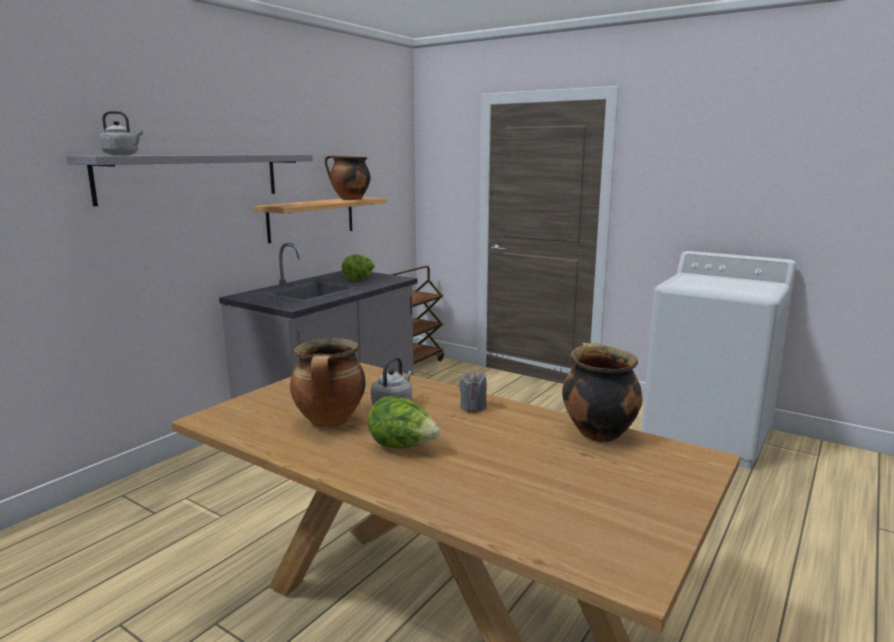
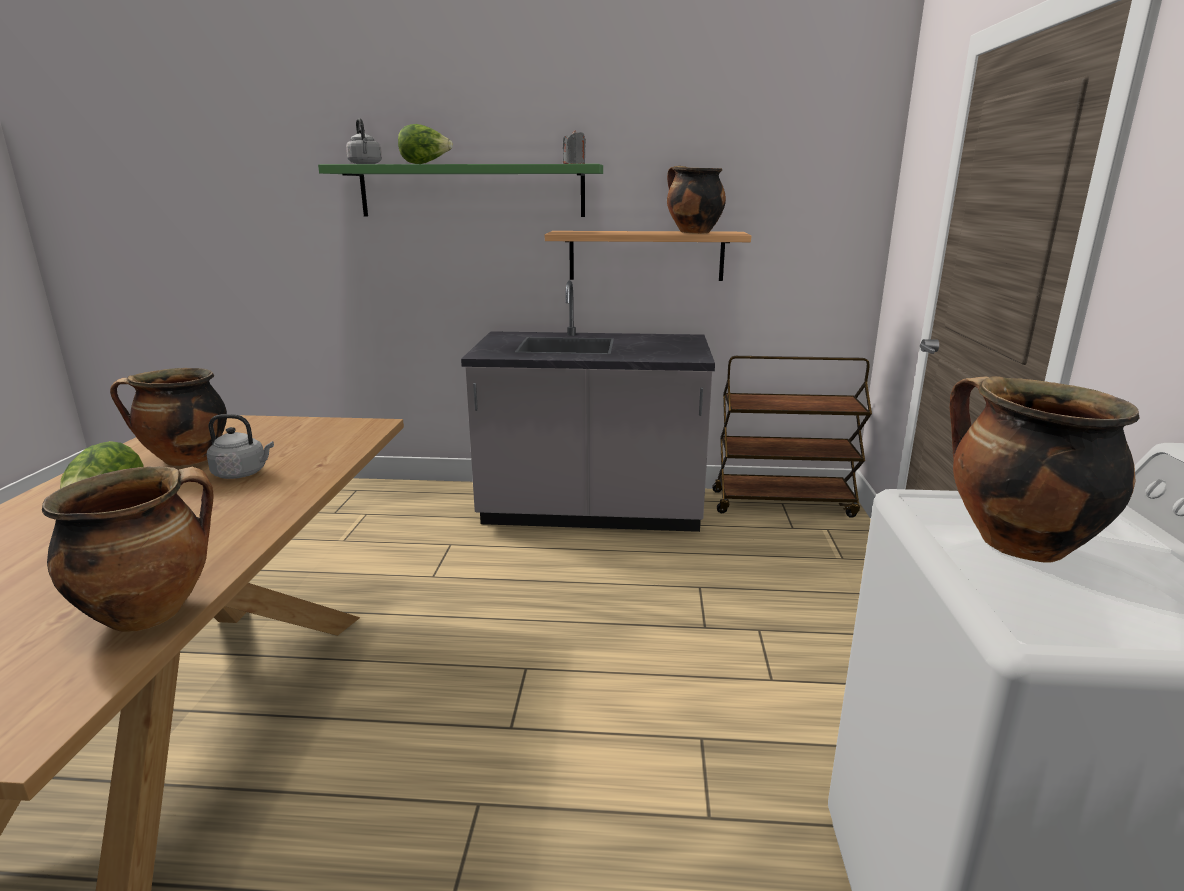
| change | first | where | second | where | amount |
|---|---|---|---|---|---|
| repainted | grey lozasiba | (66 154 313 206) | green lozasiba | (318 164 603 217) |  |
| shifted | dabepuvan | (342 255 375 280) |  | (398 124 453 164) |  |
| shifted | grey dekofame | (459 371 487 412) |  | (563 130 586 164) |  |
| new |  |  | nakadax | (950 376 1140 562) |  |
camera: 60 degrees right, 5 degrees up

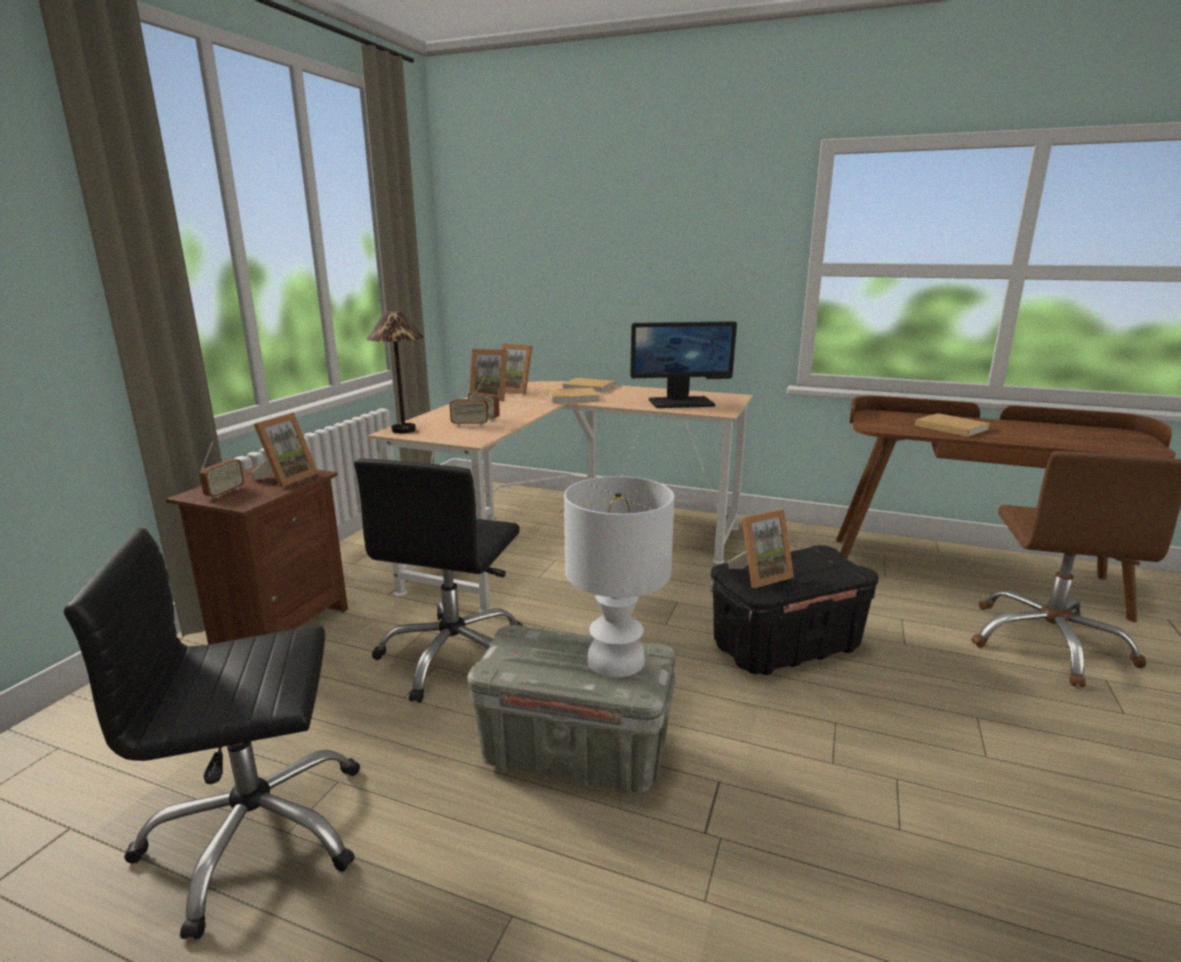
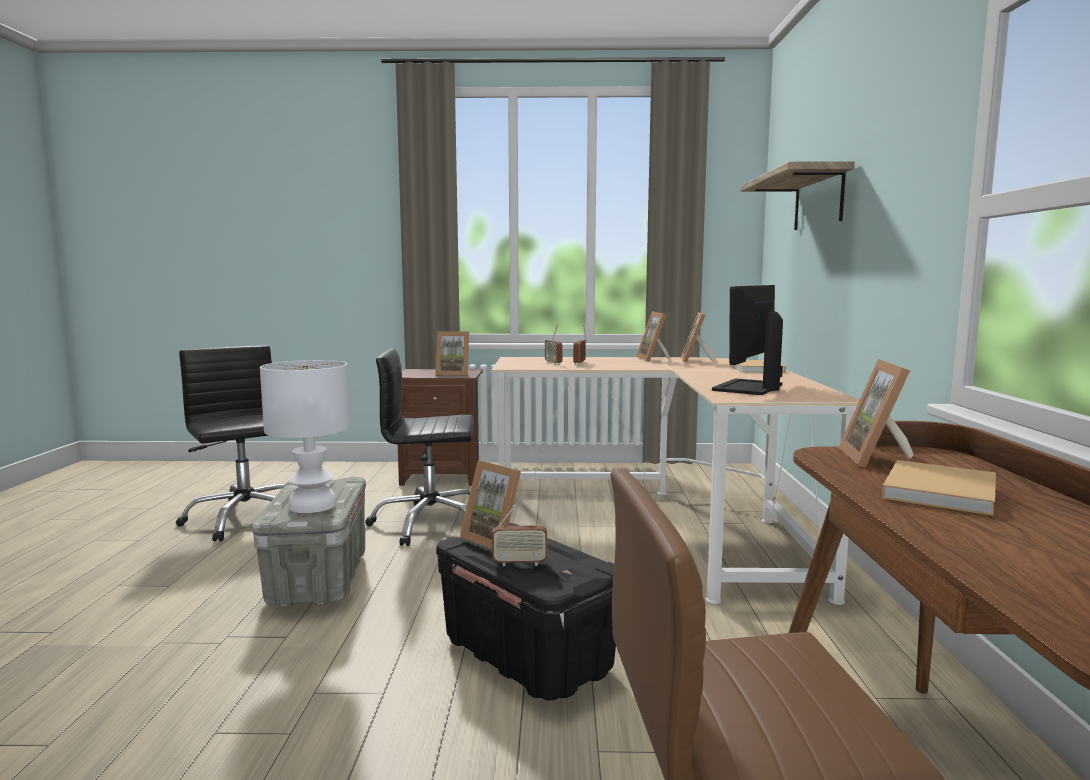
| change | first | where | second | where | amount |
|---|---|---|---|---|---|
| gone | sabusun | (367 311 423 433) |  |  |  |
| rotated | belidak | (630 321 737 408) |  | (712 285 783 395) | 60 degrees clockwise |
| gone | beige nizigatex | (548 388 600 403) |  |  |  |
| shifted | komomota | (199 442 244 498) |  | (492 498 547 567) |  |
| new |  |  | lozasiba | (740 161 855 230) |  |
| new |  |  | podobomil | (839 359 914 468) |  |
camera: 70 degrees right, 10 degrees down

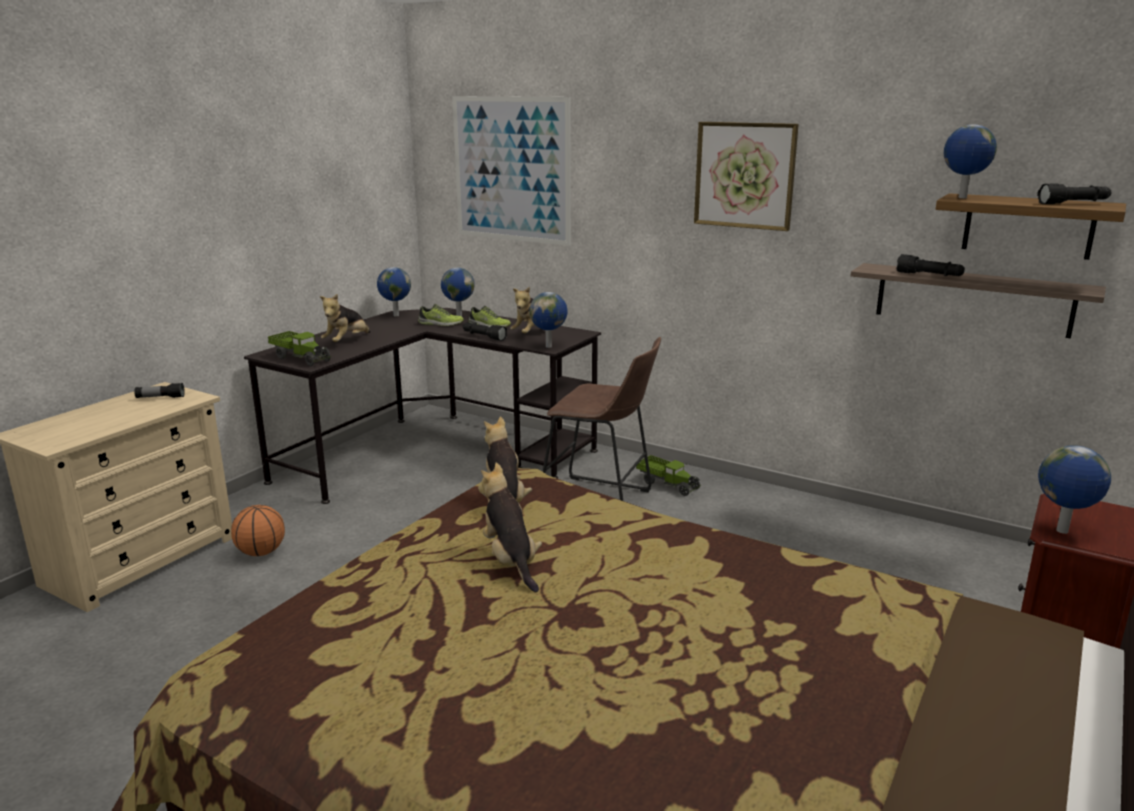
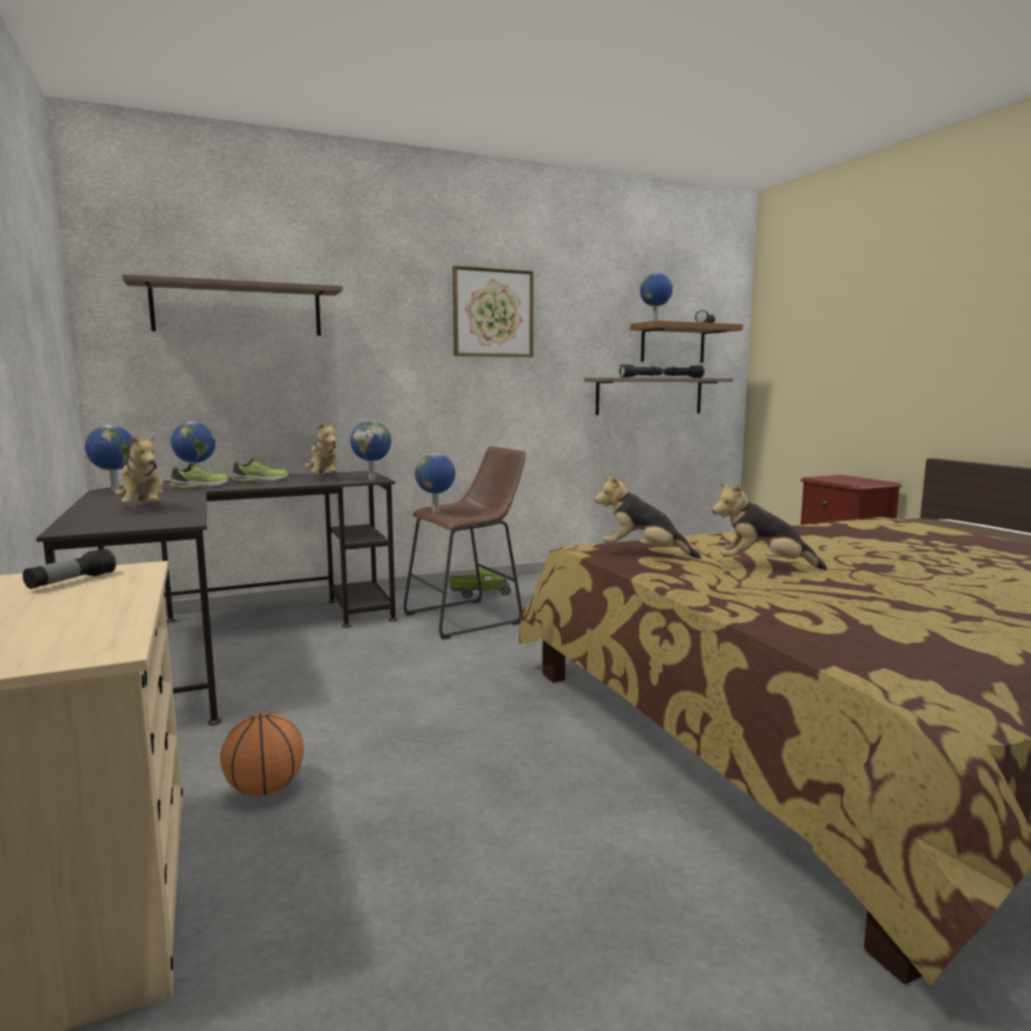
| change | first | where | second | where | amount |
|---|---|---|---|---|---|
| swapped | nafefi | (452 96 571 246) | lozasiba | (122 274 343 336) |  |
| shifted | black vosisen | (463 322 507 341) |  | (663 365 705 378) |  |
| gone | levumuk | (268 331 330 366) |  |  |  |
| shifted | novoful | (1038 446 1111 534) |  | (415 453 455 512) |  |
camera: 55 degrees left, 10 degrees down

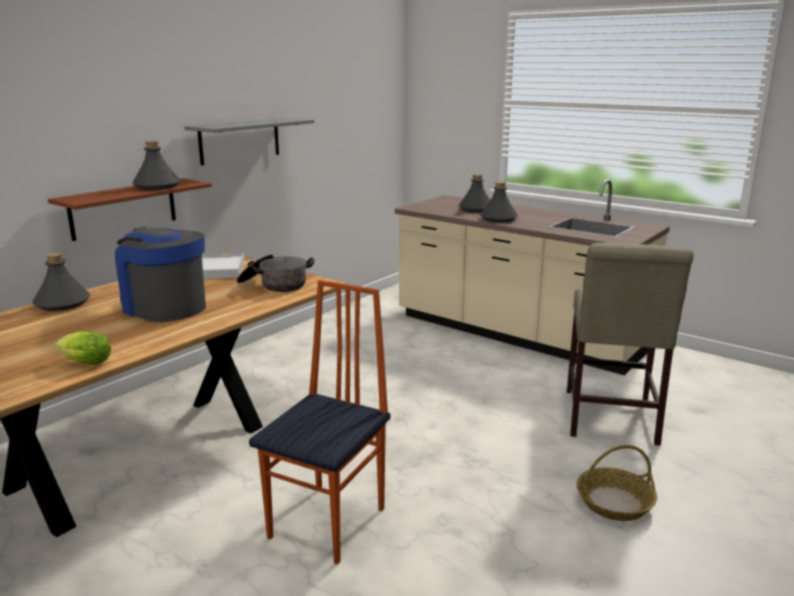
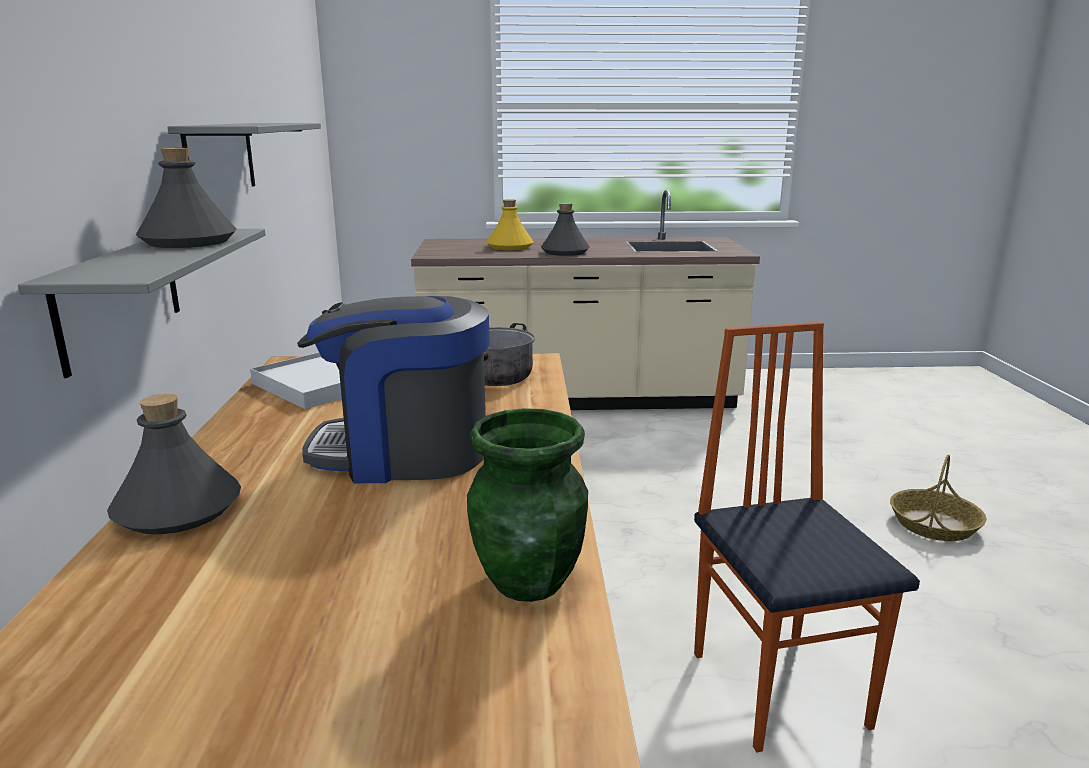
| change | first | where | second | where | amount |
|---|---|---|---|---|---|
| repainted | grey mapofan | (459 174 490 212) | yellow mapofan | (487 199 533 250) |  |
| repainted | brown lozasiba | (48 178 212 241) | grey lozasiba | (18 229 265 378) |  |
| gone | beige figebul | (567 243 694 446) |  |  |  |
| swapped | dabepuvan | (54 331 111 365) | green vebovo | (467 408 588 602) |  |
camera: 40 degrees left, 0 degrees up

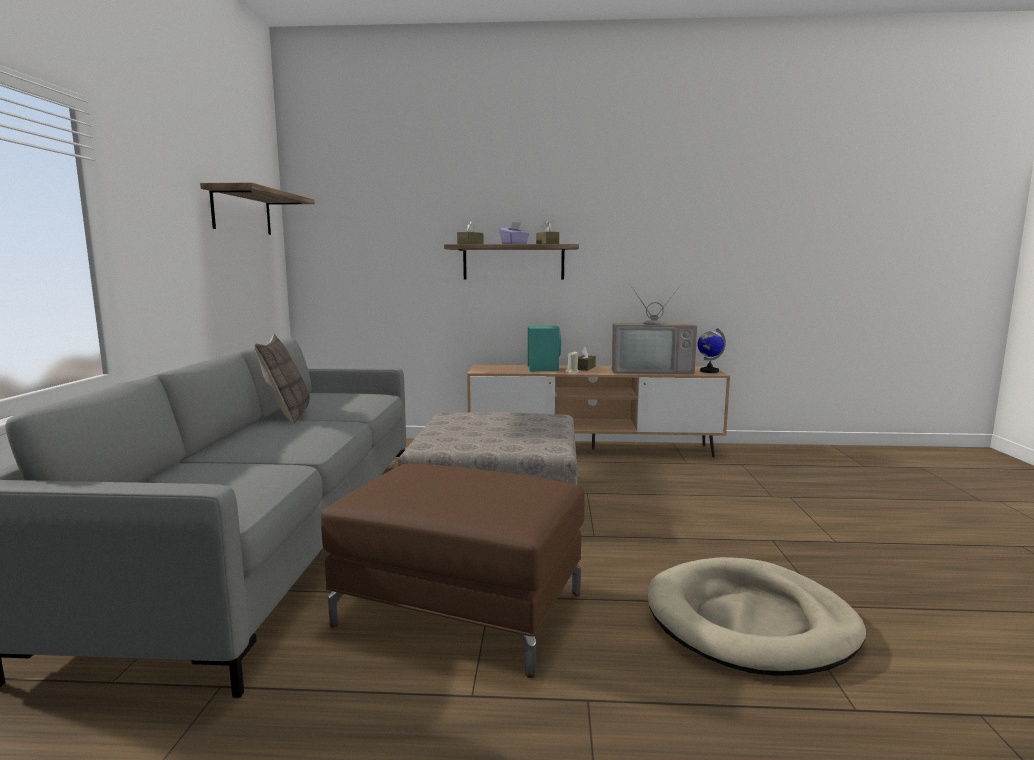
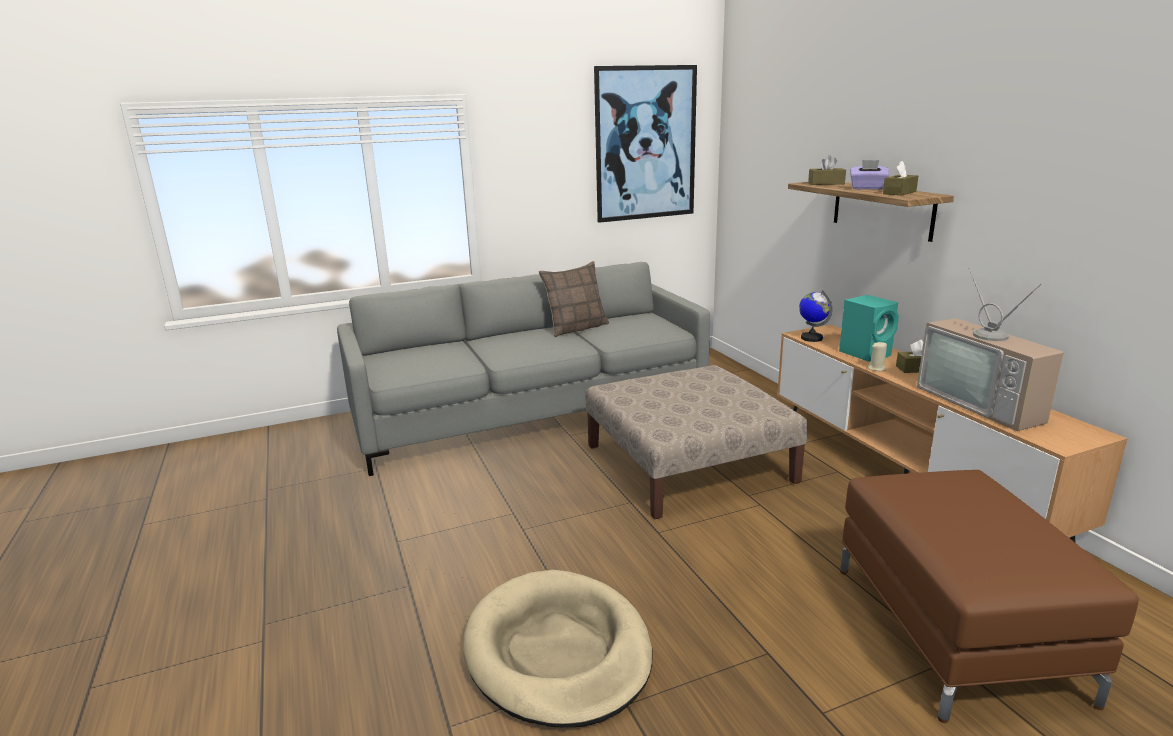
| change | first | where | second | where | amount |
|---|---|---|---|---|---|
| swapped | lozasiba | (200 183 315 235) | nafefi | (594 65 697 223) |  |
| shifted | novoful | (697 328 726 373) |  | (799 290 833 342) |  |
| shifted | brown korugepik | (321 464 585 678) |  | (840 470 1139 723) |  |
camera: 65 degrees right, 10 degrees up

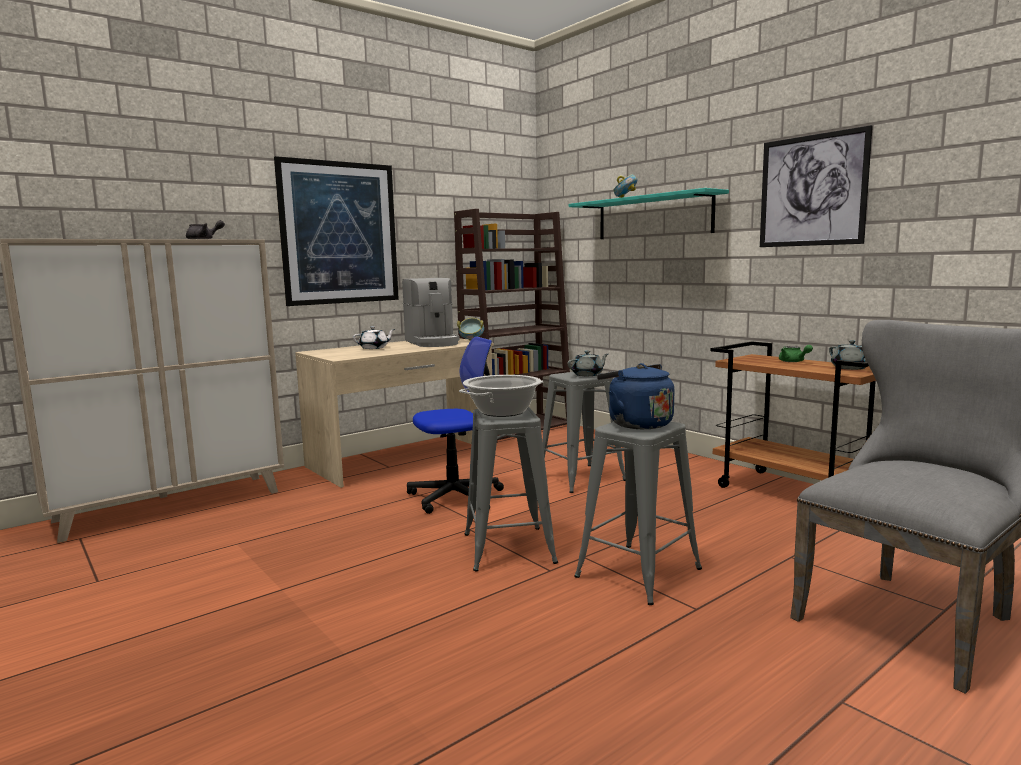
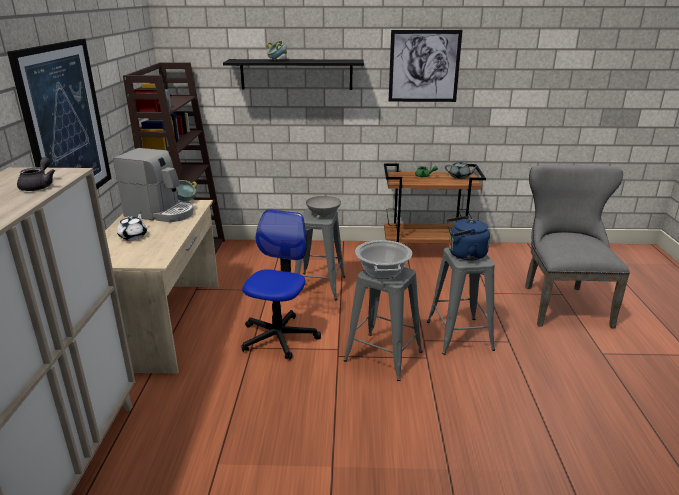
| change | first | where | second | where | amount |
|---|---|---|---|---|---|
| repainted | turquoise lozasiba | (569 188 729 239) | black lozasiba | (223 59 364 90) |  |
| swapped | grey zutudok | (568 351 608 376) | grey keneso | (306 196 341 216) |  |
camera: 50 degrees left, 15 degrees up

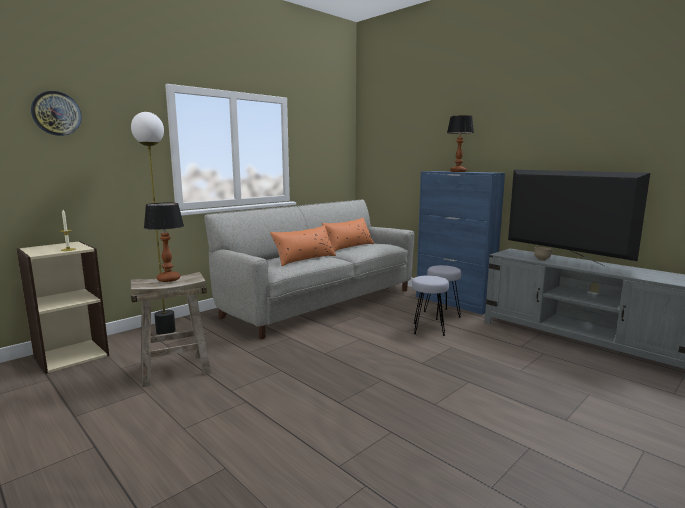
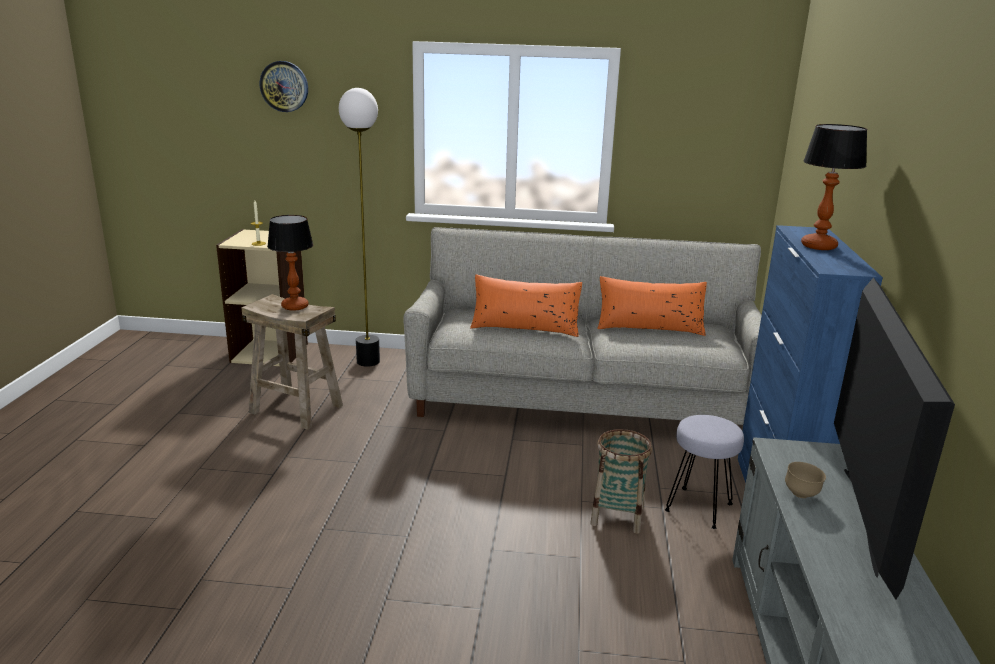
| change | first | where | second | where | amount |
|---|---|---|---|---|---|
| swapped | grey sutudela | (412 275 449 336) | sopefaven | (590 429 652 534) |  |
camera: 50 degrees right, 10 degrees up

